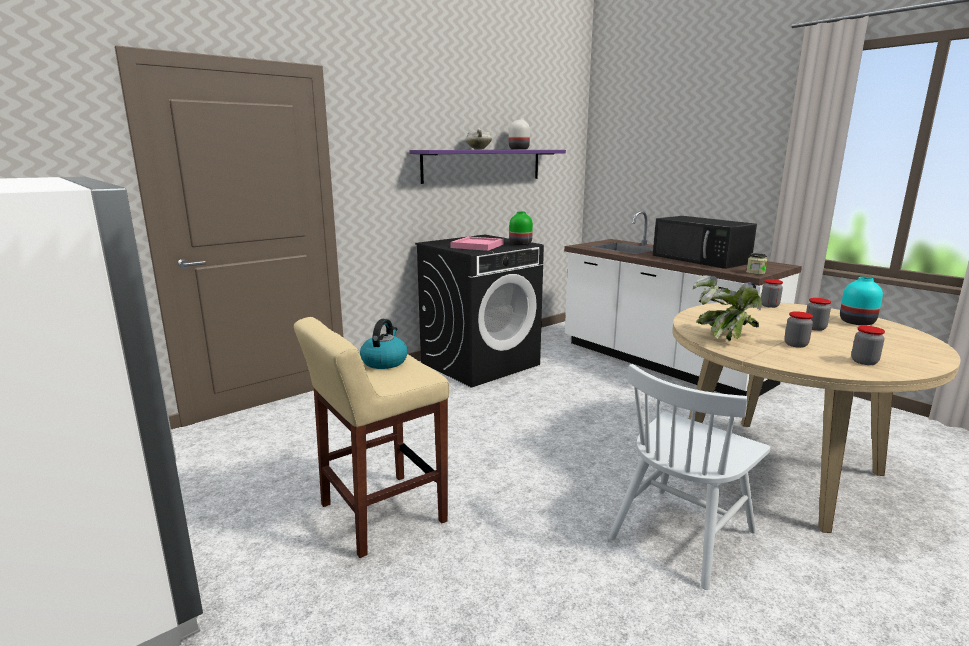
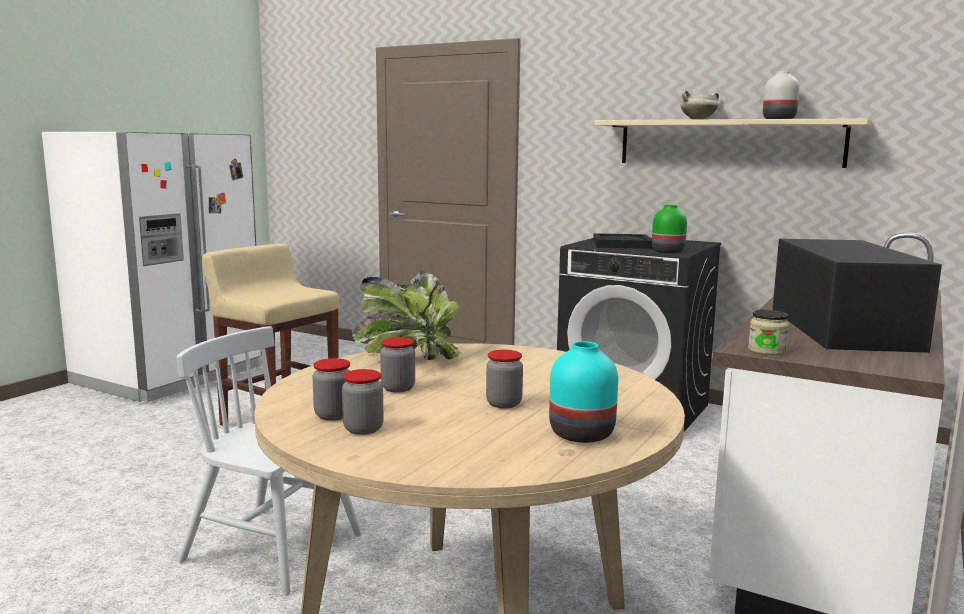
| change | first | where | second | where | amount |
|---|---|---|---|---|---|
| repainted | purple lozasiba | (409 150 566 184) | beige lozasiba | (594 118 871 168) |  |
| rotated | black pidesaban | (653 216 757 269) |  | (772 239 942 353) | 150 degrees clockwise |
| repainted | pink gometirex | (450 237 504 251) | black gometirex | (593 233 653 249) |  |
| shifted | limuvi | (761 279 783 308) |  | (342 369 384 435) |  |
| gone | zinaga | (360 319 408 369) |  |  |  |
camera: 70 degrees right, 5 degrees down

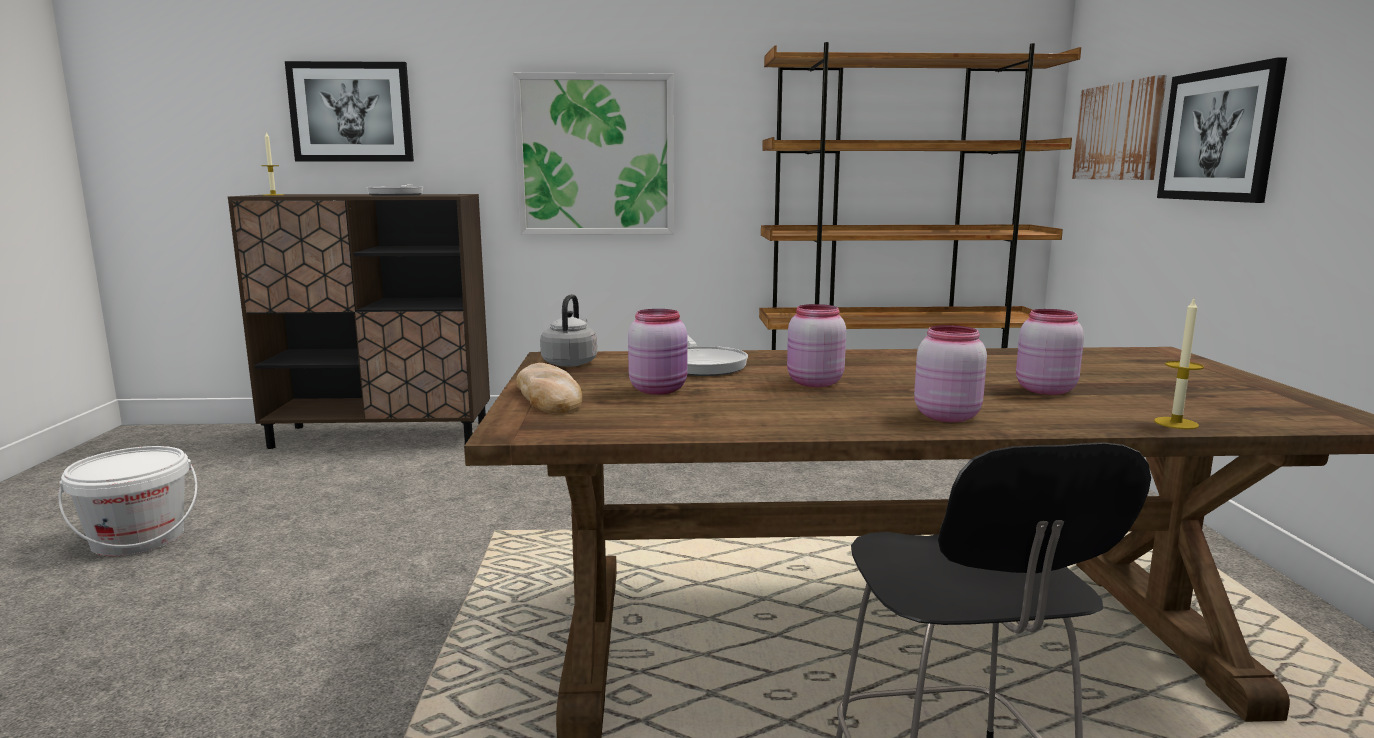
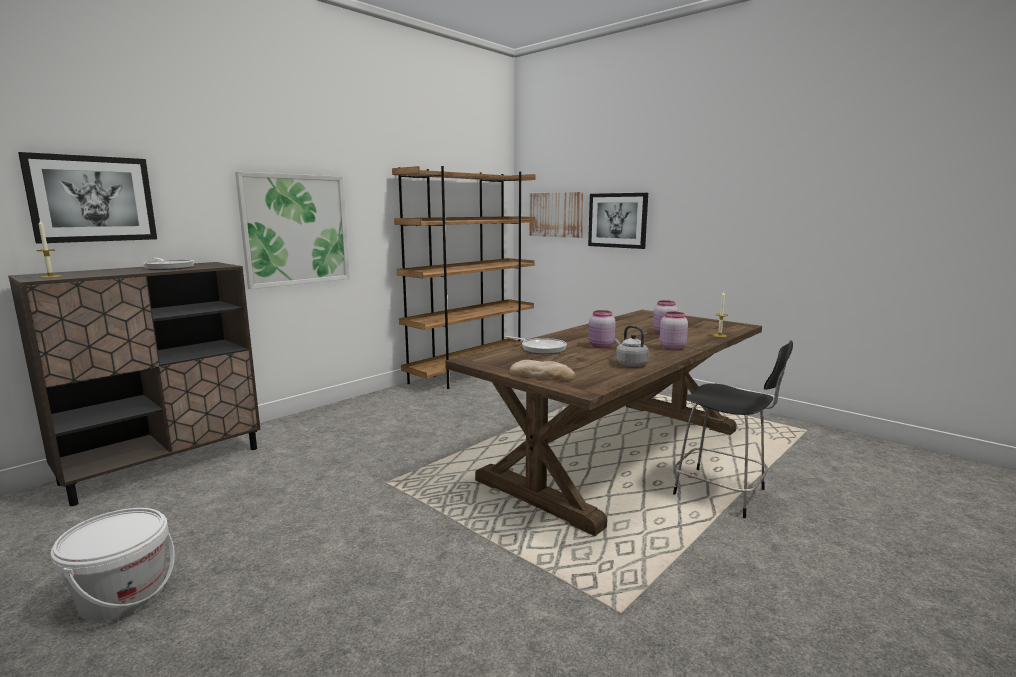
| change | first | where | second | where | amount |
|---|---|---|---|---|---|
| shifted | grey zinaga | (540 294 597 367) |  | (615 325 649 367) |  |
| gone | pink limuvi | (628 309 687 395) |  |  |  |
camera: 45 degrees left, 0 degrees up

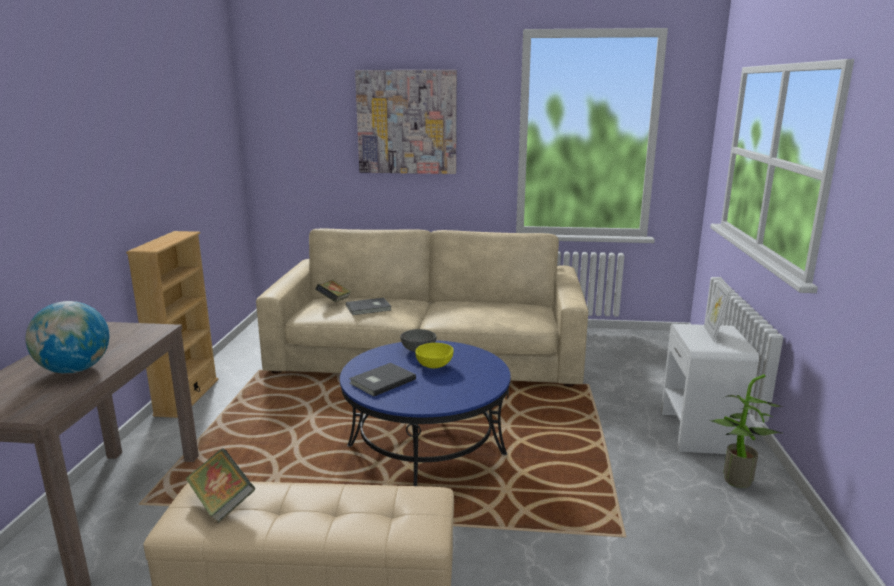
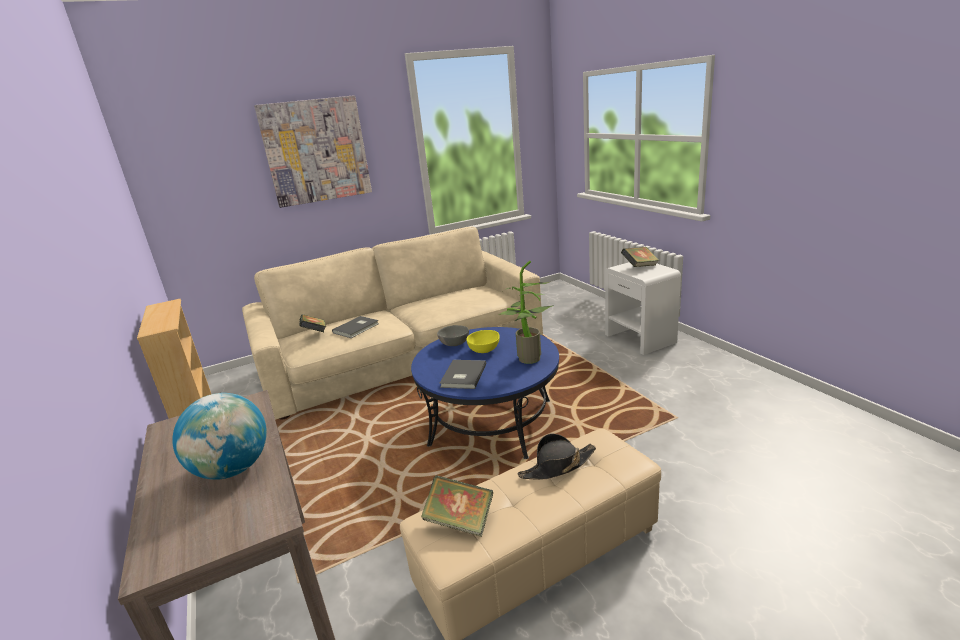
| change | first | where | second | where | amount |
|---|---|---|---|---|---|
| swapped | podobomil | (704 277 732 342) | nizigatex | (621 247 660 267) |  |
| shifted | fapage | (710 374 783 488) |  | (500 260 554 364) |  |
| new |  |  | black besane | (518 434 596 480) |  |
camera: 30 degrees left, 5 degrees up

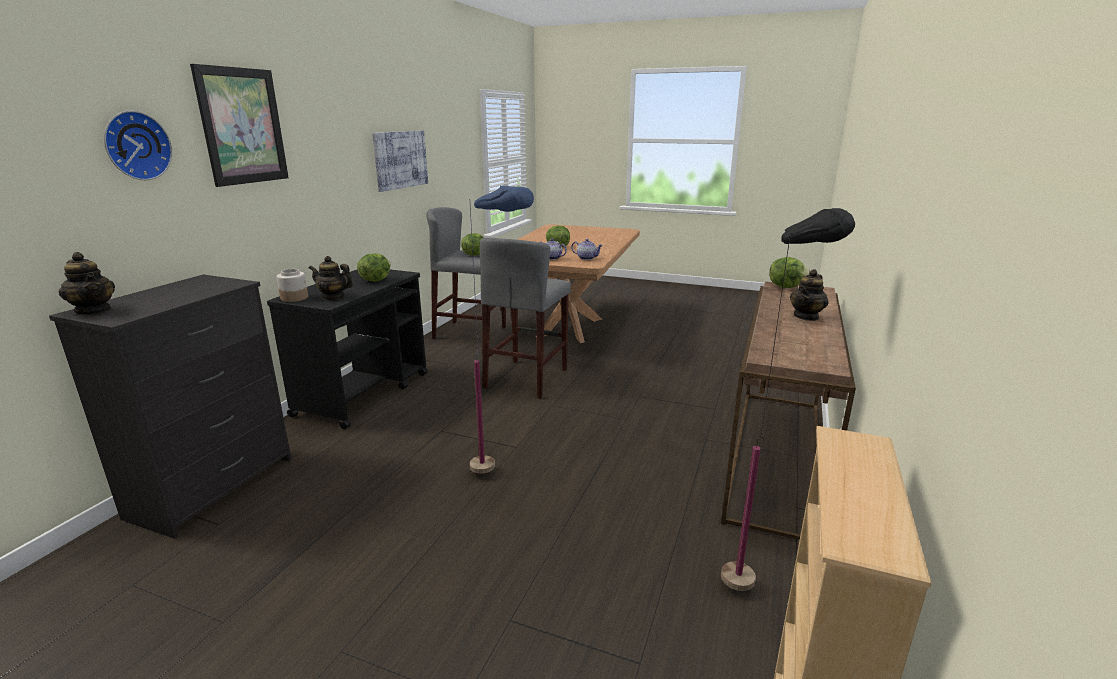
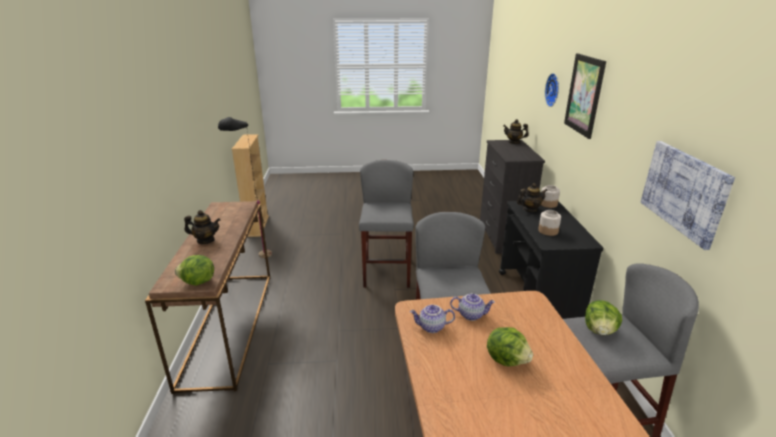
| change | first | where | second | where | amount |
|---|---|---|---|---|---|
| swapped | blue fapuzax | (470 186 534 474) | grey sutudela | (359 160 414 288) |  |
| swapped | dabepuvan | (357 253 391 282) | limuvi | (538 210 561 236) |  |
| rotated | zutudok | (790 269 829 321) |  | (184 210 220 244) | 75 degrees clockwise |
camera: 155 degrees right, 5 degrees up

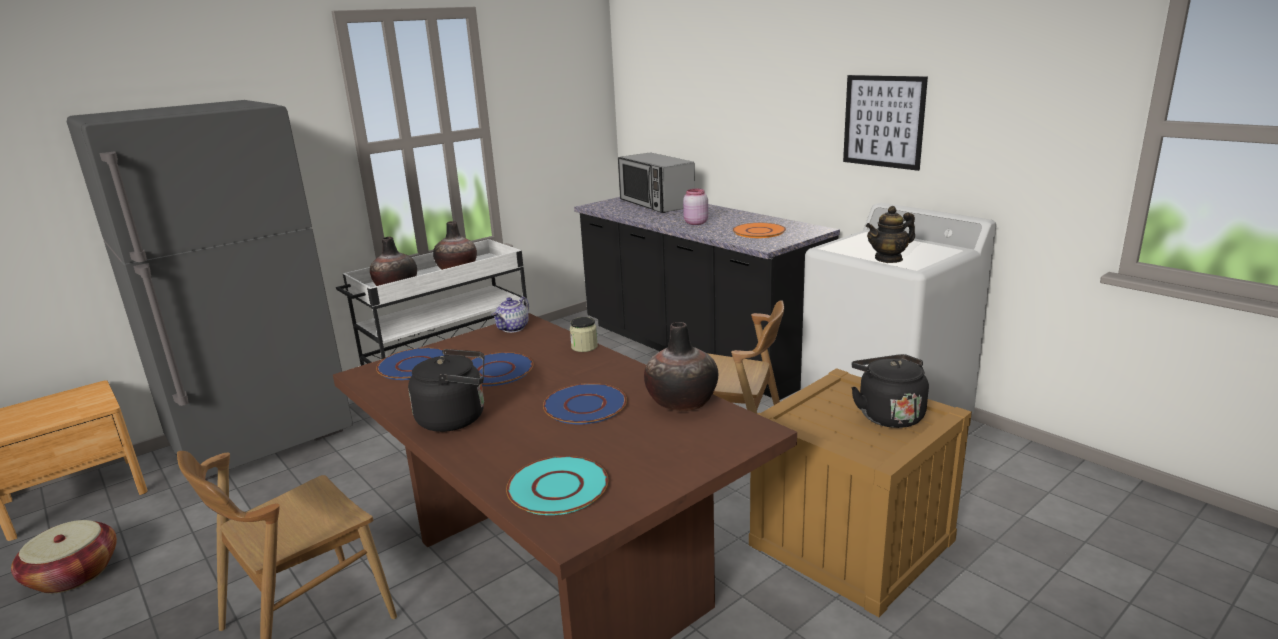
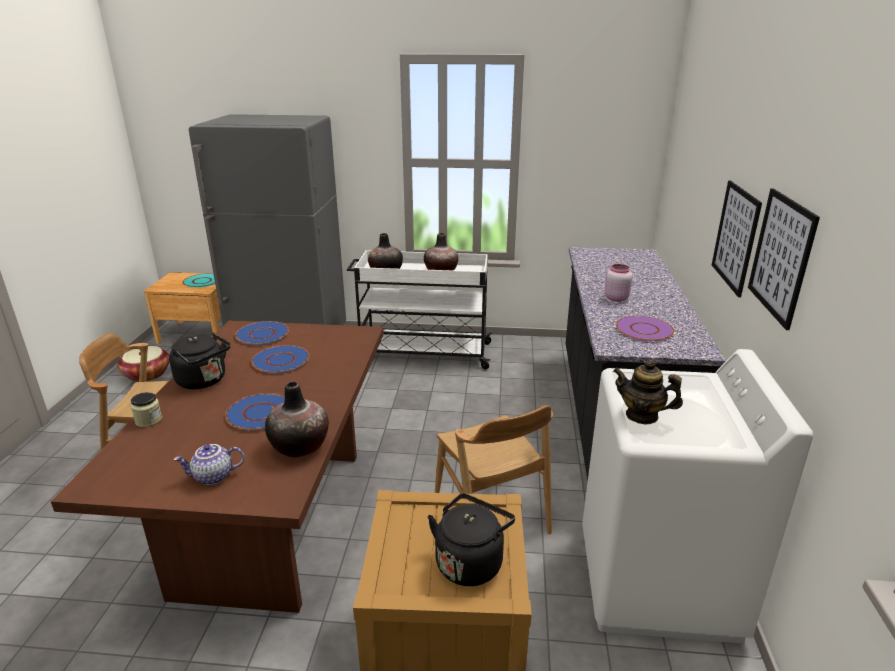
| change | first | where | second | where | amount |
|---|---|---|---|---|---|
| gone | pidesaban | (618 153 695 213) |  |  |  |
| repainted | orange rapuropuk | (733 223 786 238) | purple rapuropuk | (616 316 674 341) |  |
| shifted | zutudok | (492 297 529 333) |  | (173 444 245 485) |  |
| shifted | limuvi | (570 317 598 352) |  | (131 392 162 427) |  |
| shifted | turquoise rapuropuk | (506 456 608 515) |  | (182 274 215 288) |  |
| new |  |  | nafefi | (712 181 762 297) |  |
camera: 45 degrees right, 5 degrees up

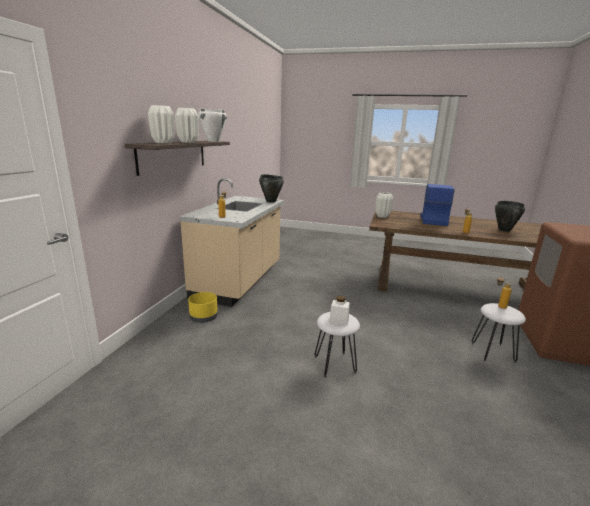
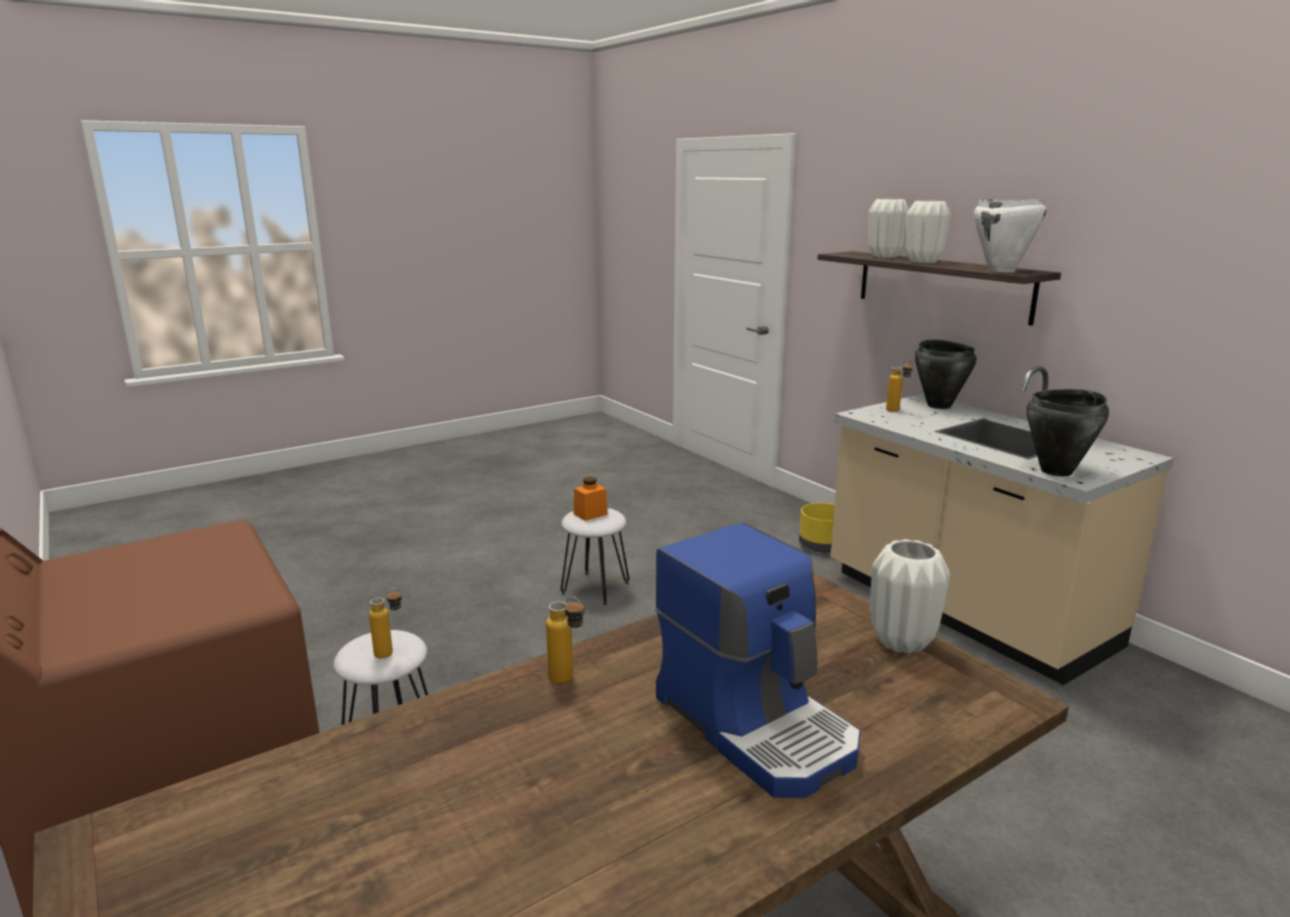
| change | first | where | second | where | amount |
|---|---|---|---|---|---|
| shifted | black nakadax | (495 201 525 232) |  | (915 340 976 409) |  |
| repainted | white limuvi | (329 296 350 325) | orange limuvi | (574 477 608 521) |  |
camera: 130 degrees right, 0 degrees up

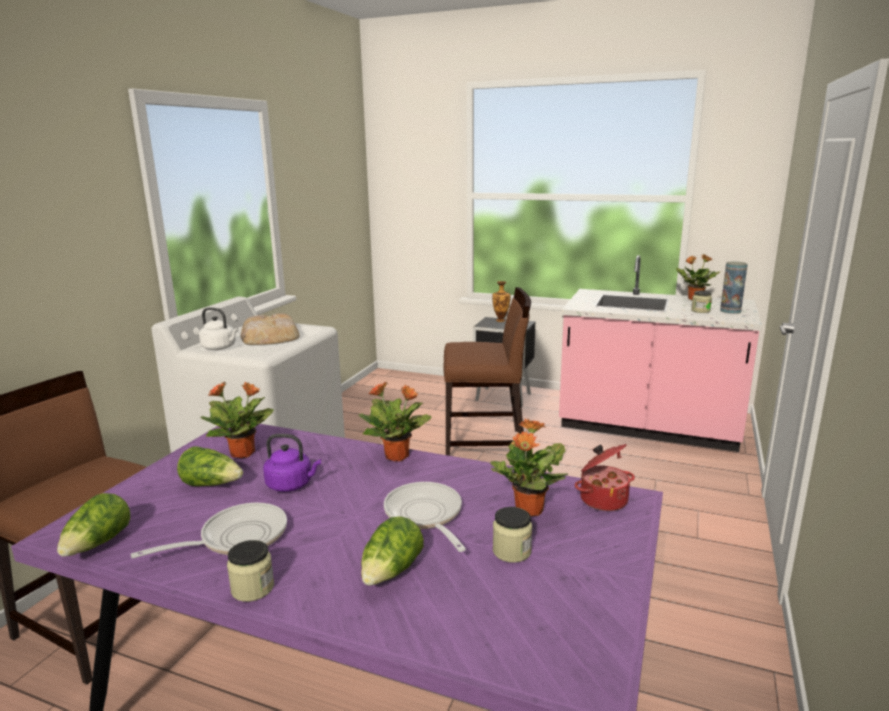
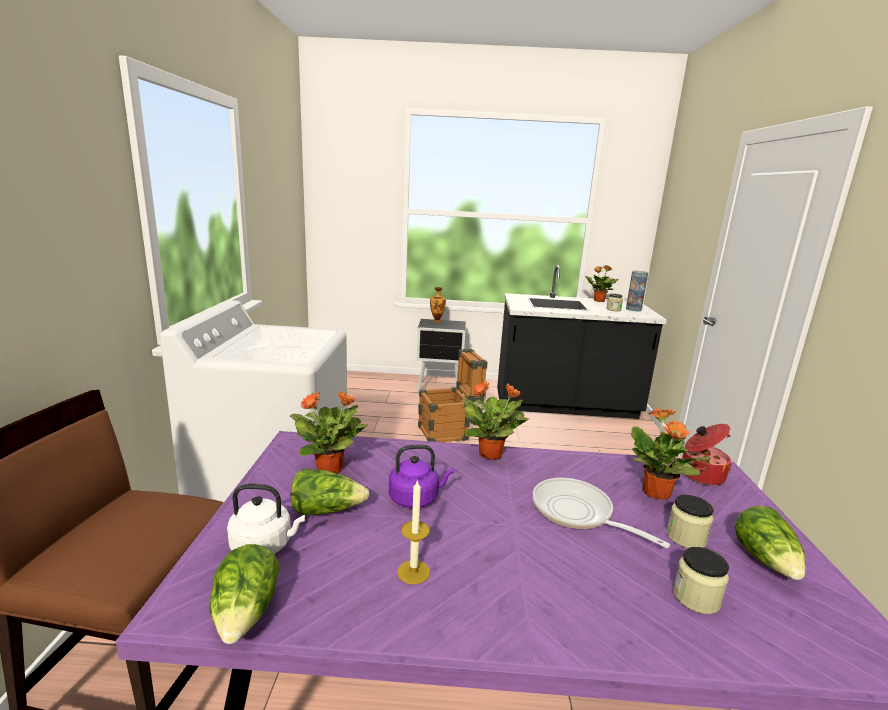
| change | first | where | second | where | amount |
|---|---|---|---|---|---|
| repainted | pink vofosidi | (559 255 762 452) | black vofosidi | (497 265 667 419) |  |
| swapped | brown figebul | (444 287 531 456) | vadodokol | (418 349 488 442) |  |
| shifted | white zinaga | (199 307 239 350) |  | (227 484 305 554) |  |
| gone | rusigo | (241 313 300 345) |  |  |  |
| swapped | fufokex | (131 503 287 559) | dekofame | (397 479 430 584) |  |
| shifted | dabepuvan | (361 516 424 585) |  | (735 506 806 580) |  |
| shifted | limuvi | (227 540 274 602) |  | (673 547 729 614) |  |
camera: 20 degrees left, 0 degrees up

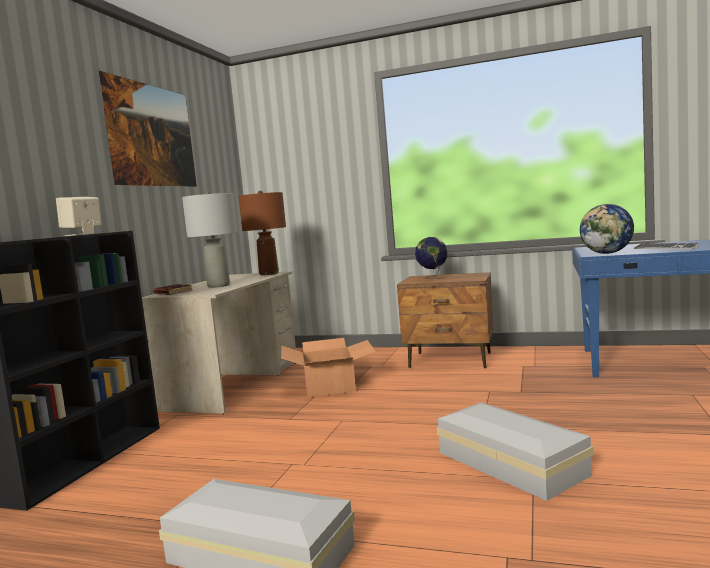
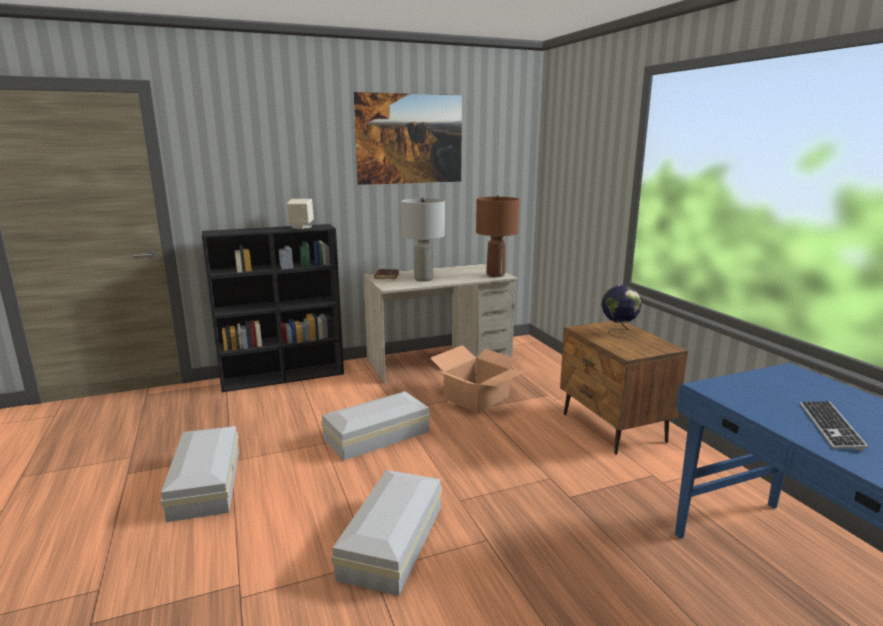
| change | first | where | second | where | amount |
|---|---|---|---|---|---|
| gone | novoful | (580 204 634 254) |  |  |  |
| new |  |  | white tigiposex | (321 391 430 461) |  |
camera: 50 degrees right, 10 degrees up

